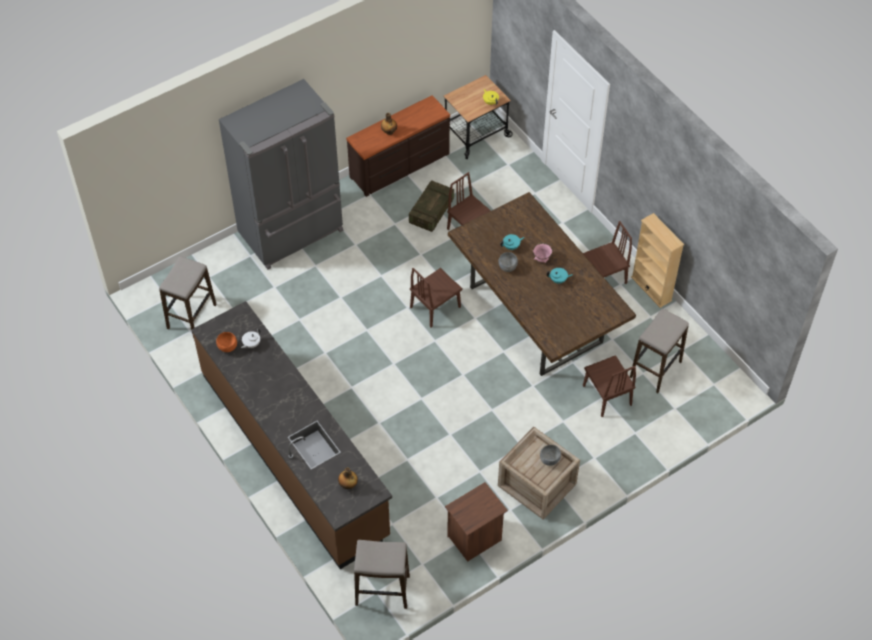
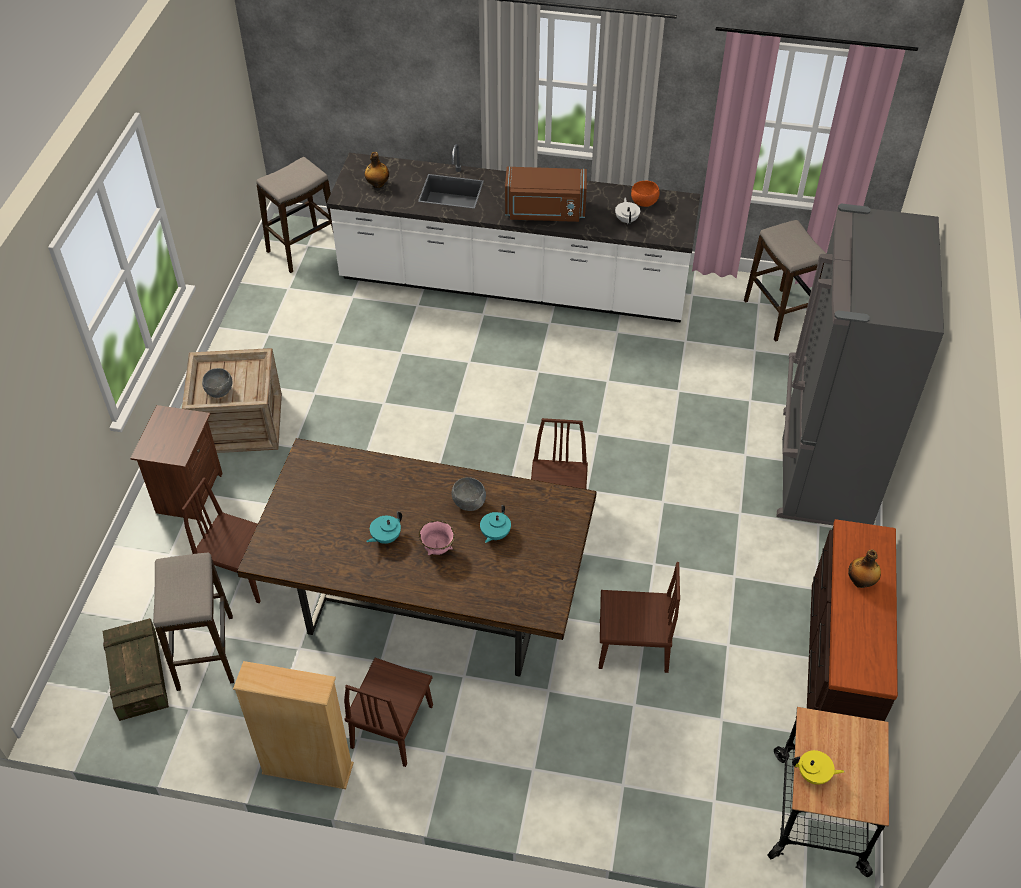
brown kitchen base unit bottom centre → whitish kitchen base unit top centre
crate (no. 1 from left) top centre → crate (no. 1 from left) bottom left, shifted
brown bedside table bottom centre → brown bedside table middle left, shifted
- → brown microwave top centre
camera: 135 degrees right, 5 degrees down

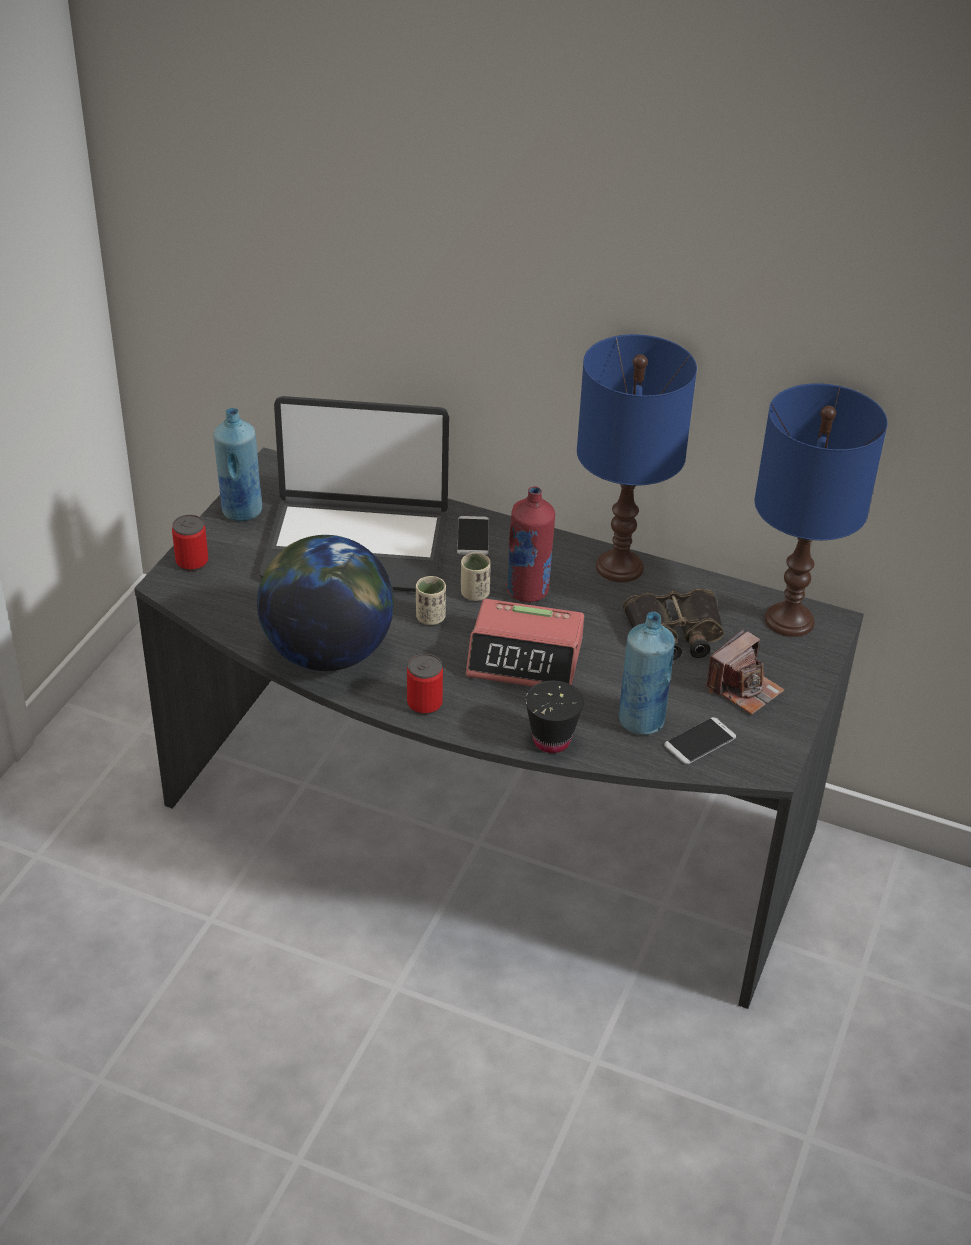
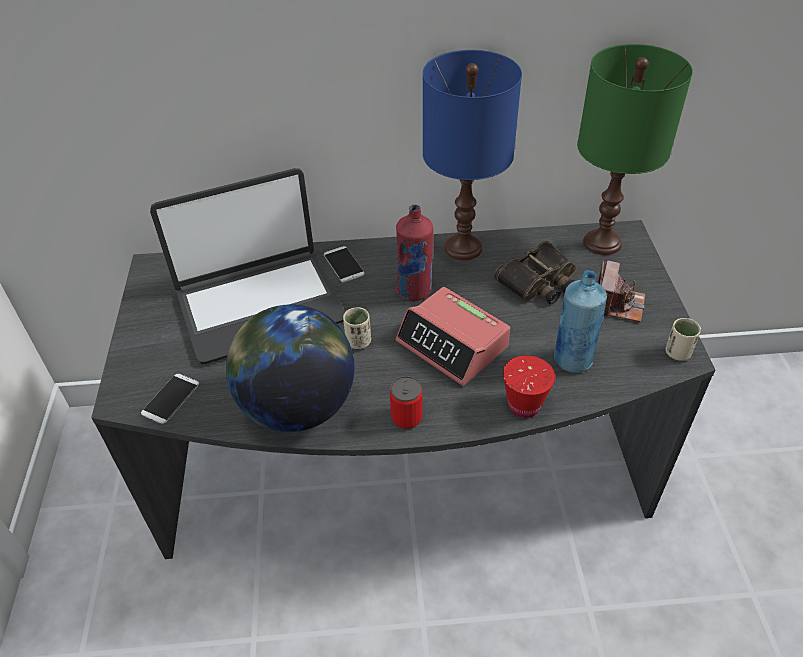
metal can (no. 1 from left) middle left → -
bluish beverage bottle (no. 1 from left) middle left → -
sand-coloured drinking cup (no. 2 from left) centre → sand-coloured drinking cup (no. 2 from left) middle right, shifted
alarm clock centre, 60 degrees clockwise
black drinking cup centre → reddish drinking cup centre
phone (no. 2 from left in the first image) middle right → phone (no. 1 from left) middle left, shifted
bluish lamp for a table (no. 2 from left) middle right → greenish lamp for a table top right
camera: 25 degrees left, 5 degrees up

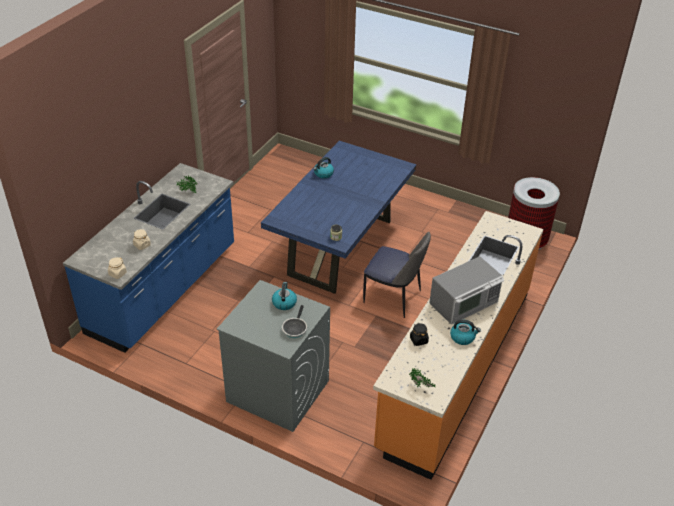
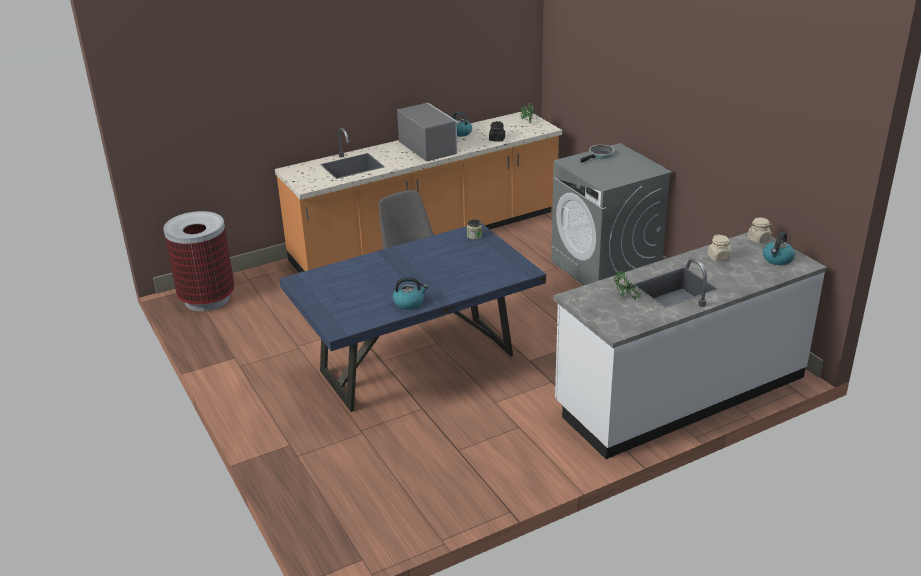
bluish kitchen base unit middle left → whitish kitchen base unit middle right
tea kettle (no. 1 from left in the first image) centre → tea kettle (no. 3 from left) middle right, shifted
microwave middle right → microwave top centre, 60 degrees clockwise
camera: 145 degrees left, 10 degrees down

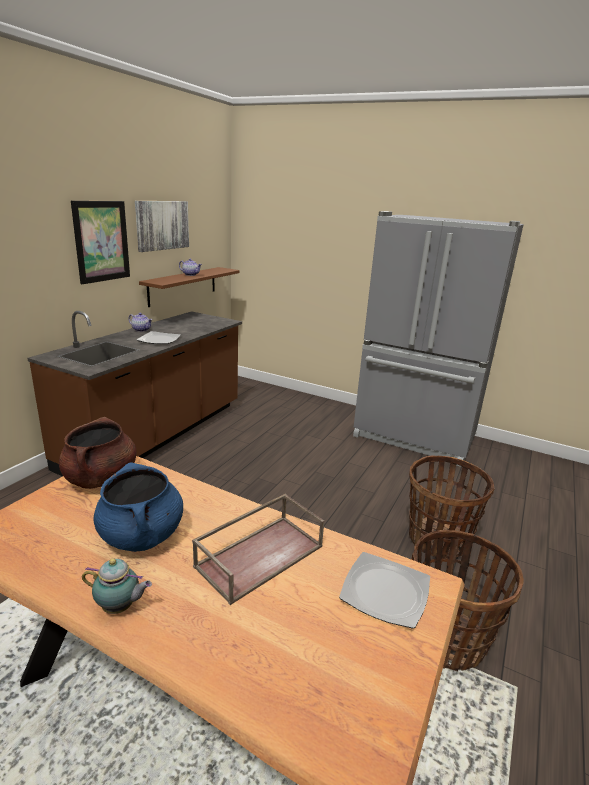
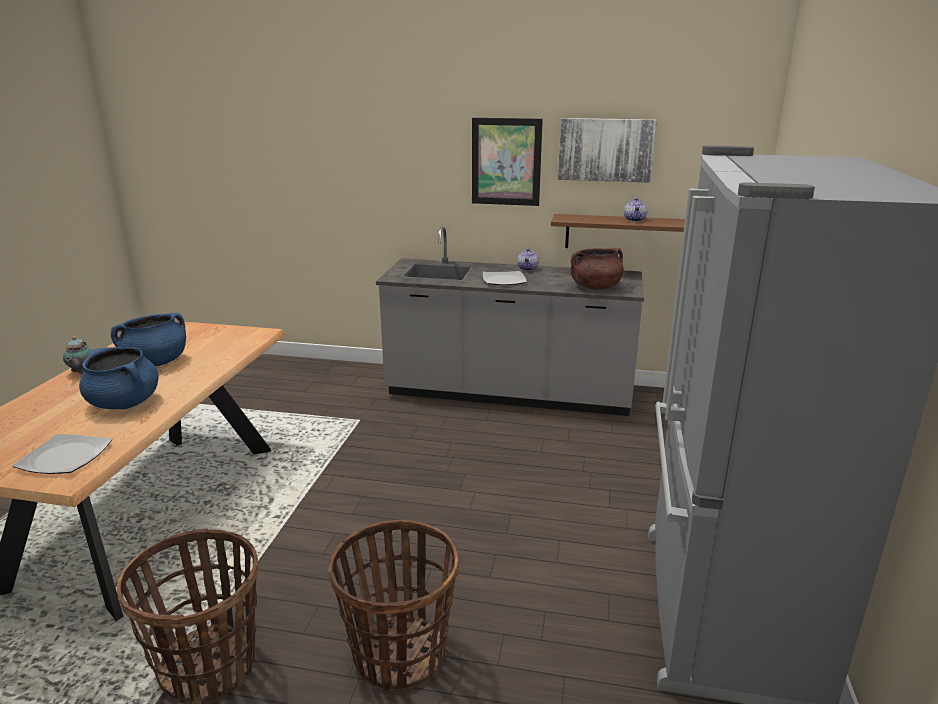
brown kitchen base unit middle left → grey kitchen base unit centre
brown saucepot middle left → brown saucepot centre, shifted
brown carrying tray bottom centre → bluish saucepot (no. 1 from left) middle left
camera: 75 degrees right, 0 degrees up

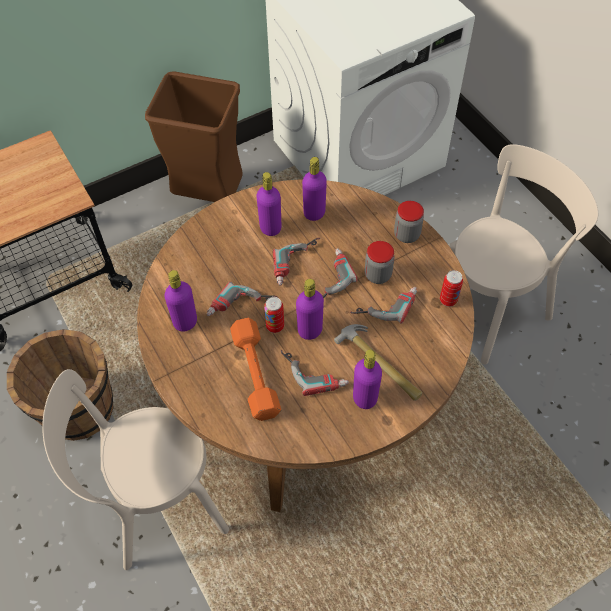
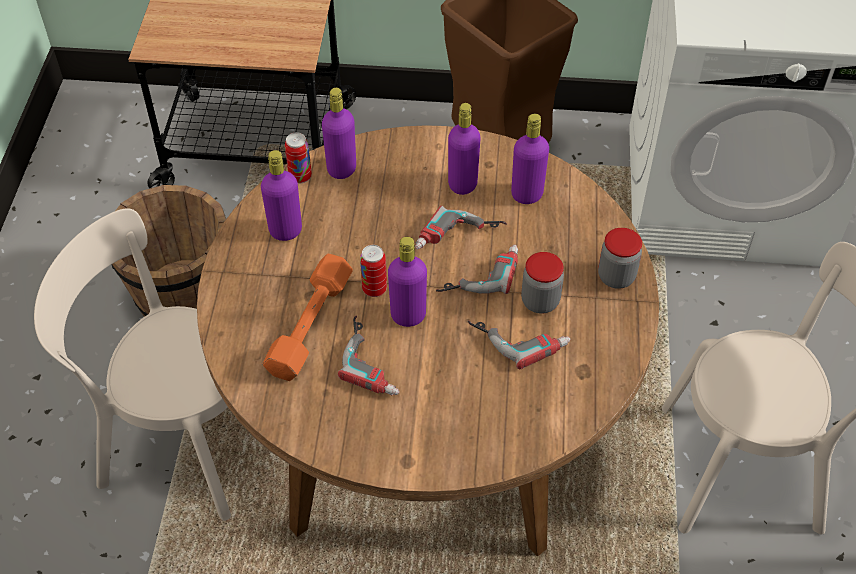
drill (no. 1 from left) centre → -
tool hammer centre → -
purple beverage bottle (no. 5 from left in the first image) centre → purple beverage bottle (no. 2 from left) top centre, shifted
metal can (no. 2 from left in the first image) middle right → metal can (no. 1 from left) top centre, shifted
camera: 35 degrees right, 5 degrees down

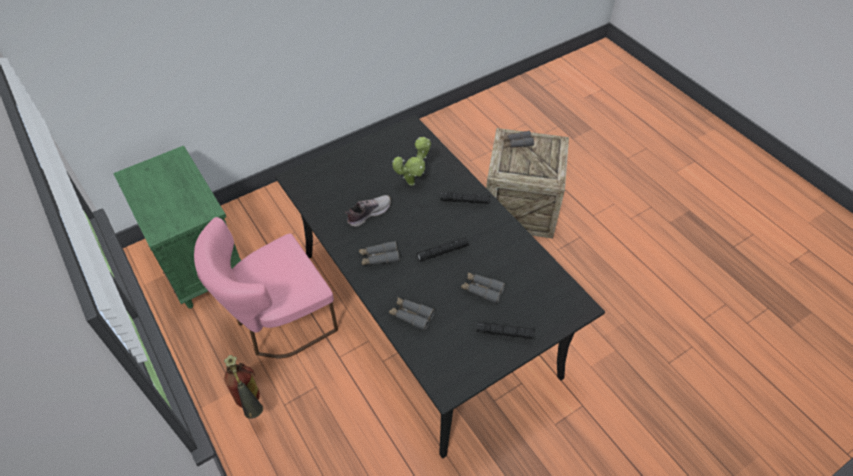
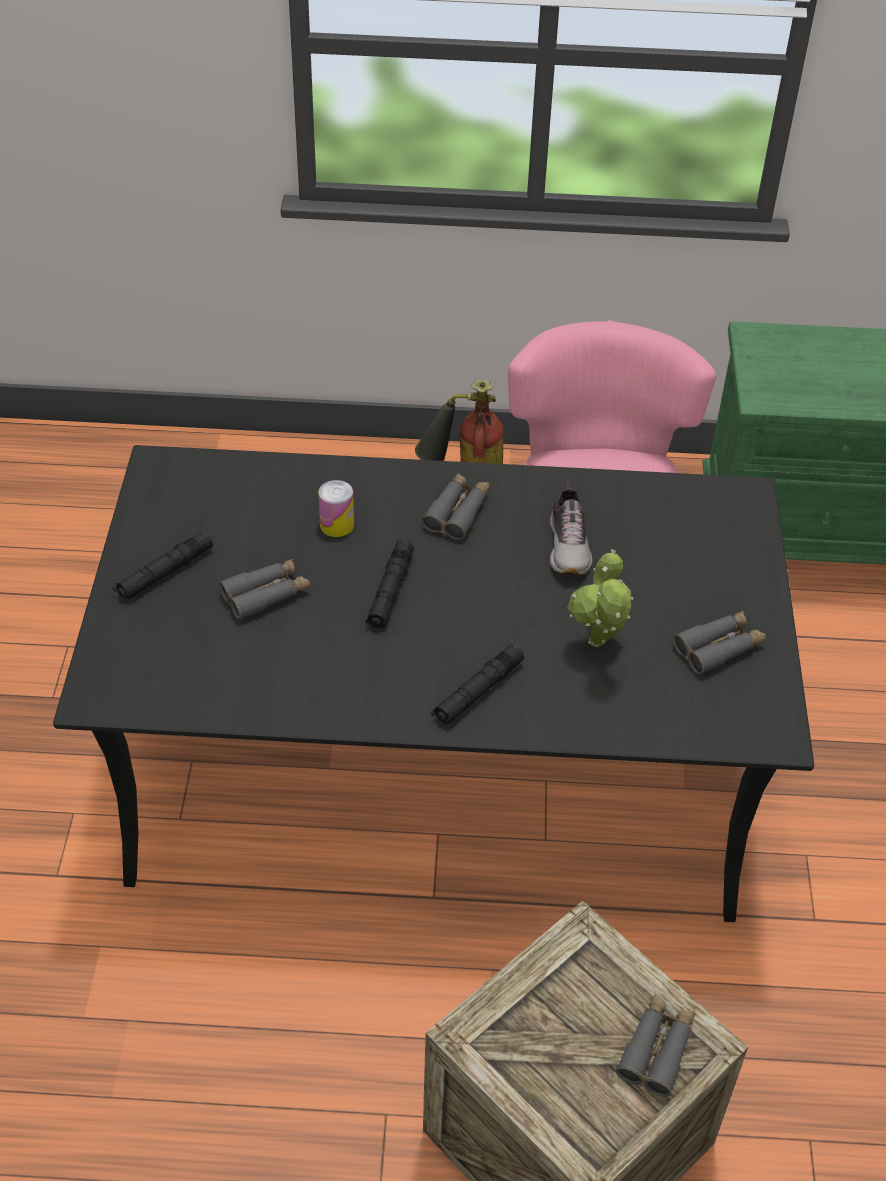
grey binoculars (no. 2 from left in the first image) centre → grey binoculars (no. 4 from left) middle right, shifted
- → metal can centre
camera: 125 degrees right, 5 degrees down

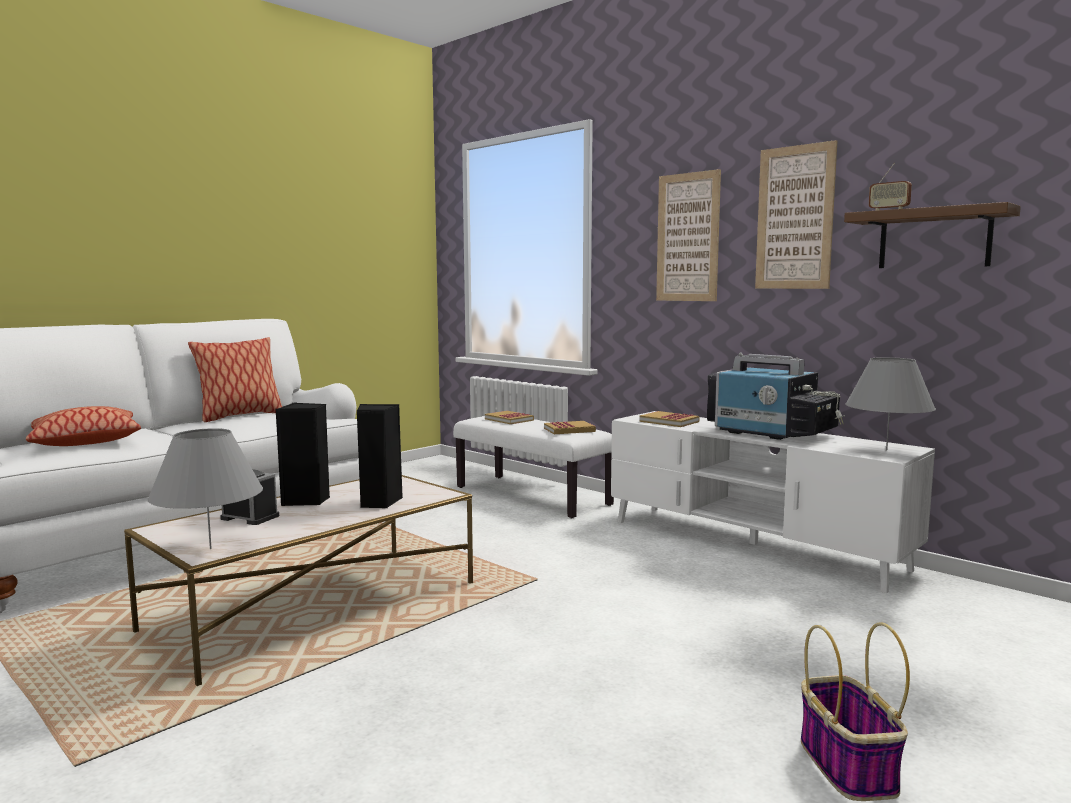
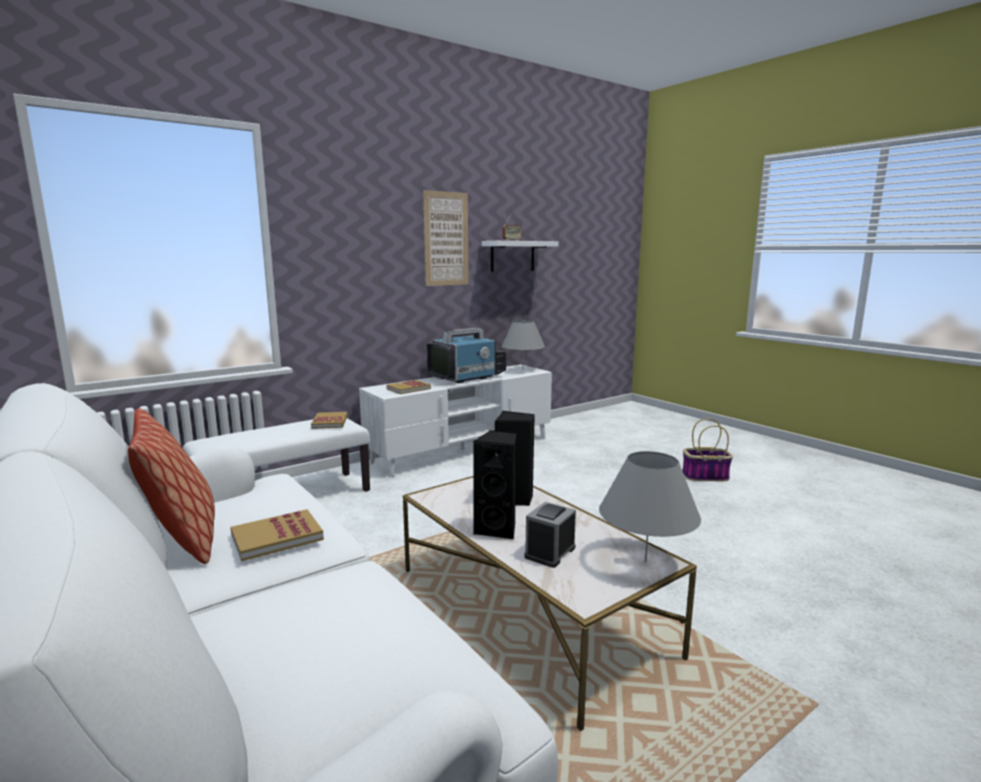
pillow (no. 1 from left) middle left → -
bound book (no. 1 from left) centre → bound book (no. 1 from left) bottom left, shifted
picture (no. 1 from left) top centre → -
brown bracket shelf top right → whitish bracket shelf top centre
camera: 80 degrees left, 5 degrees up

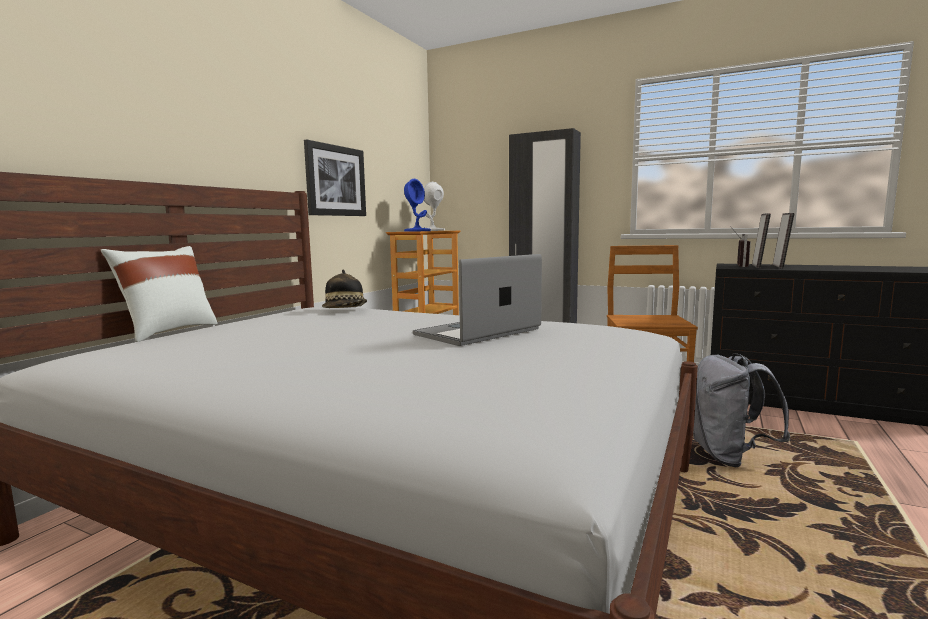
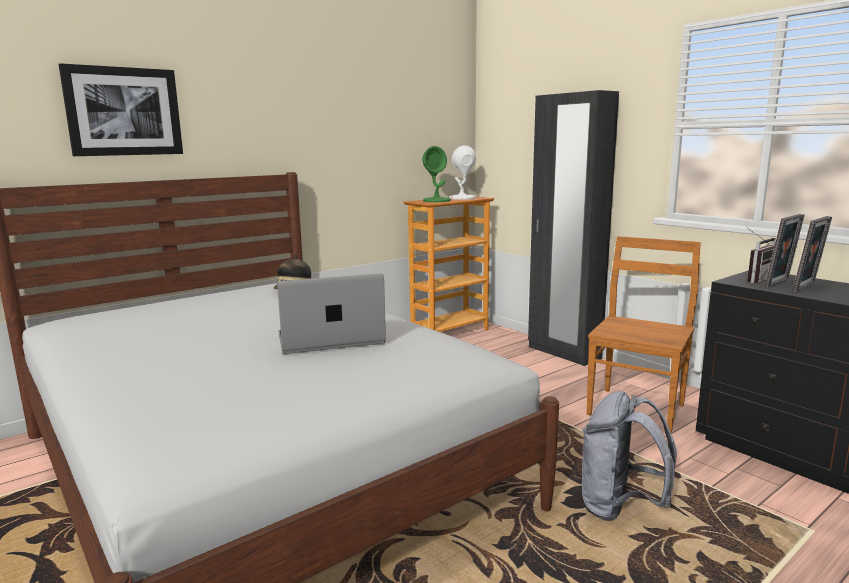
whitish pillow middle left → -
picture top centre → picture top left, shifted
bluish lamp for a table top centre → greenish lamp for a table top centre
camera: 25 degrees right, 5 degrees up

